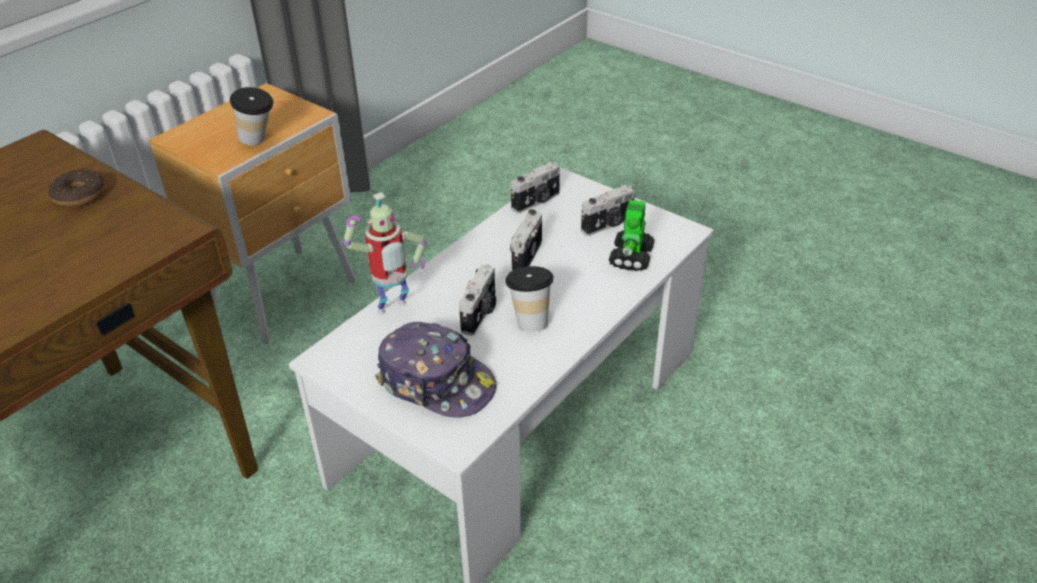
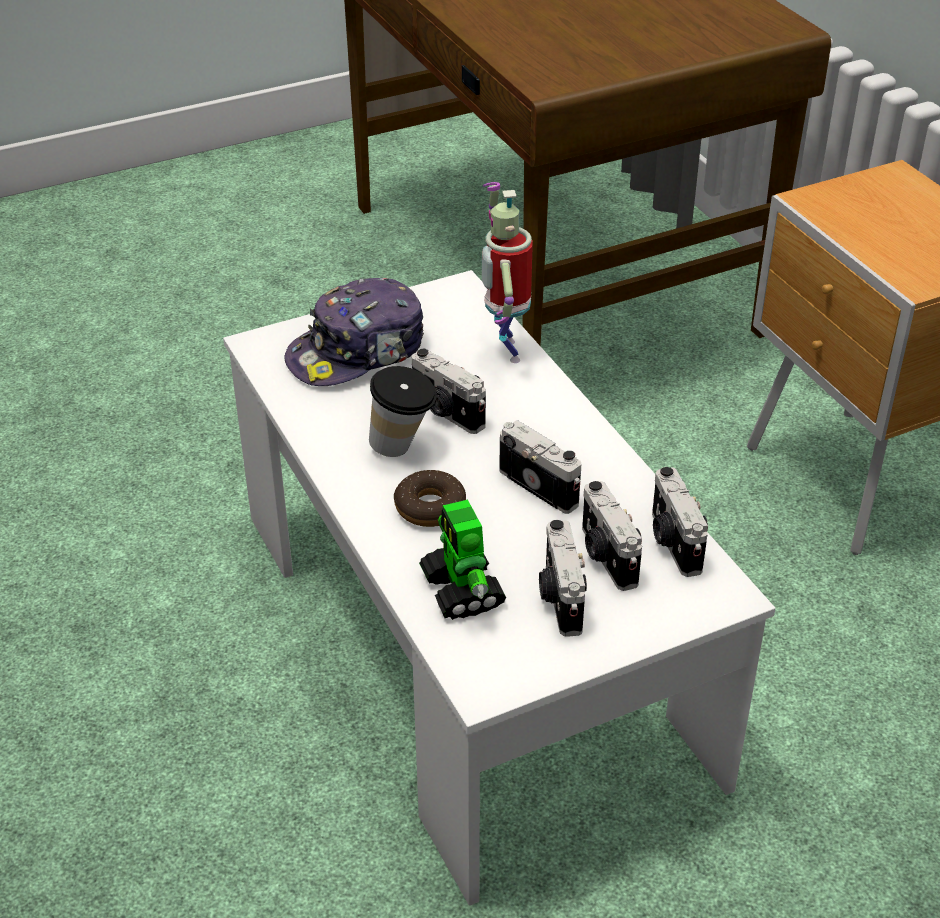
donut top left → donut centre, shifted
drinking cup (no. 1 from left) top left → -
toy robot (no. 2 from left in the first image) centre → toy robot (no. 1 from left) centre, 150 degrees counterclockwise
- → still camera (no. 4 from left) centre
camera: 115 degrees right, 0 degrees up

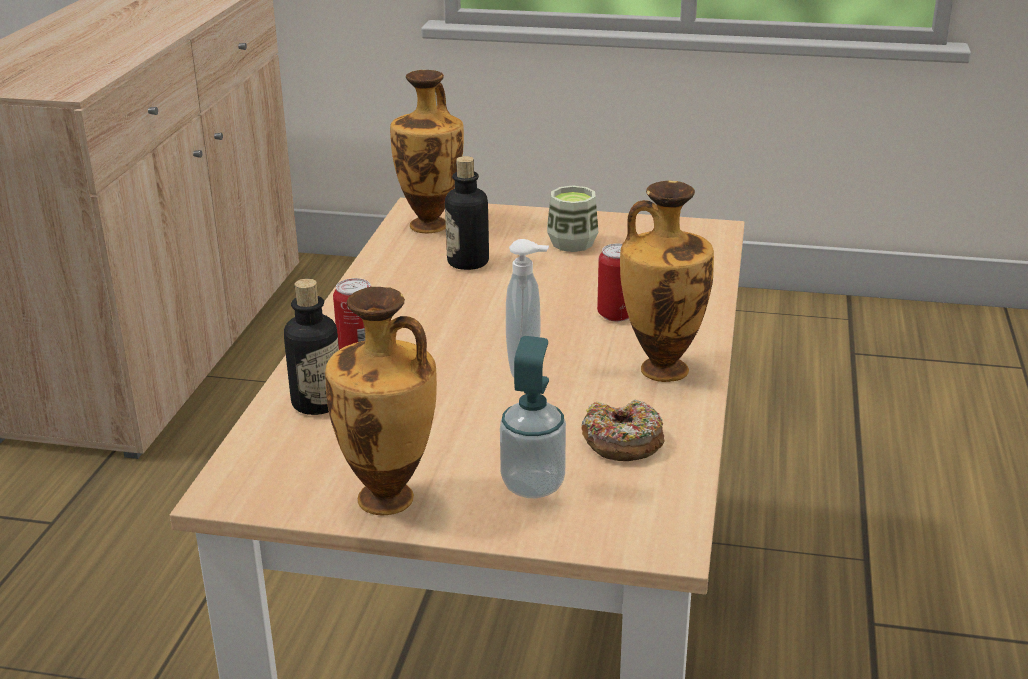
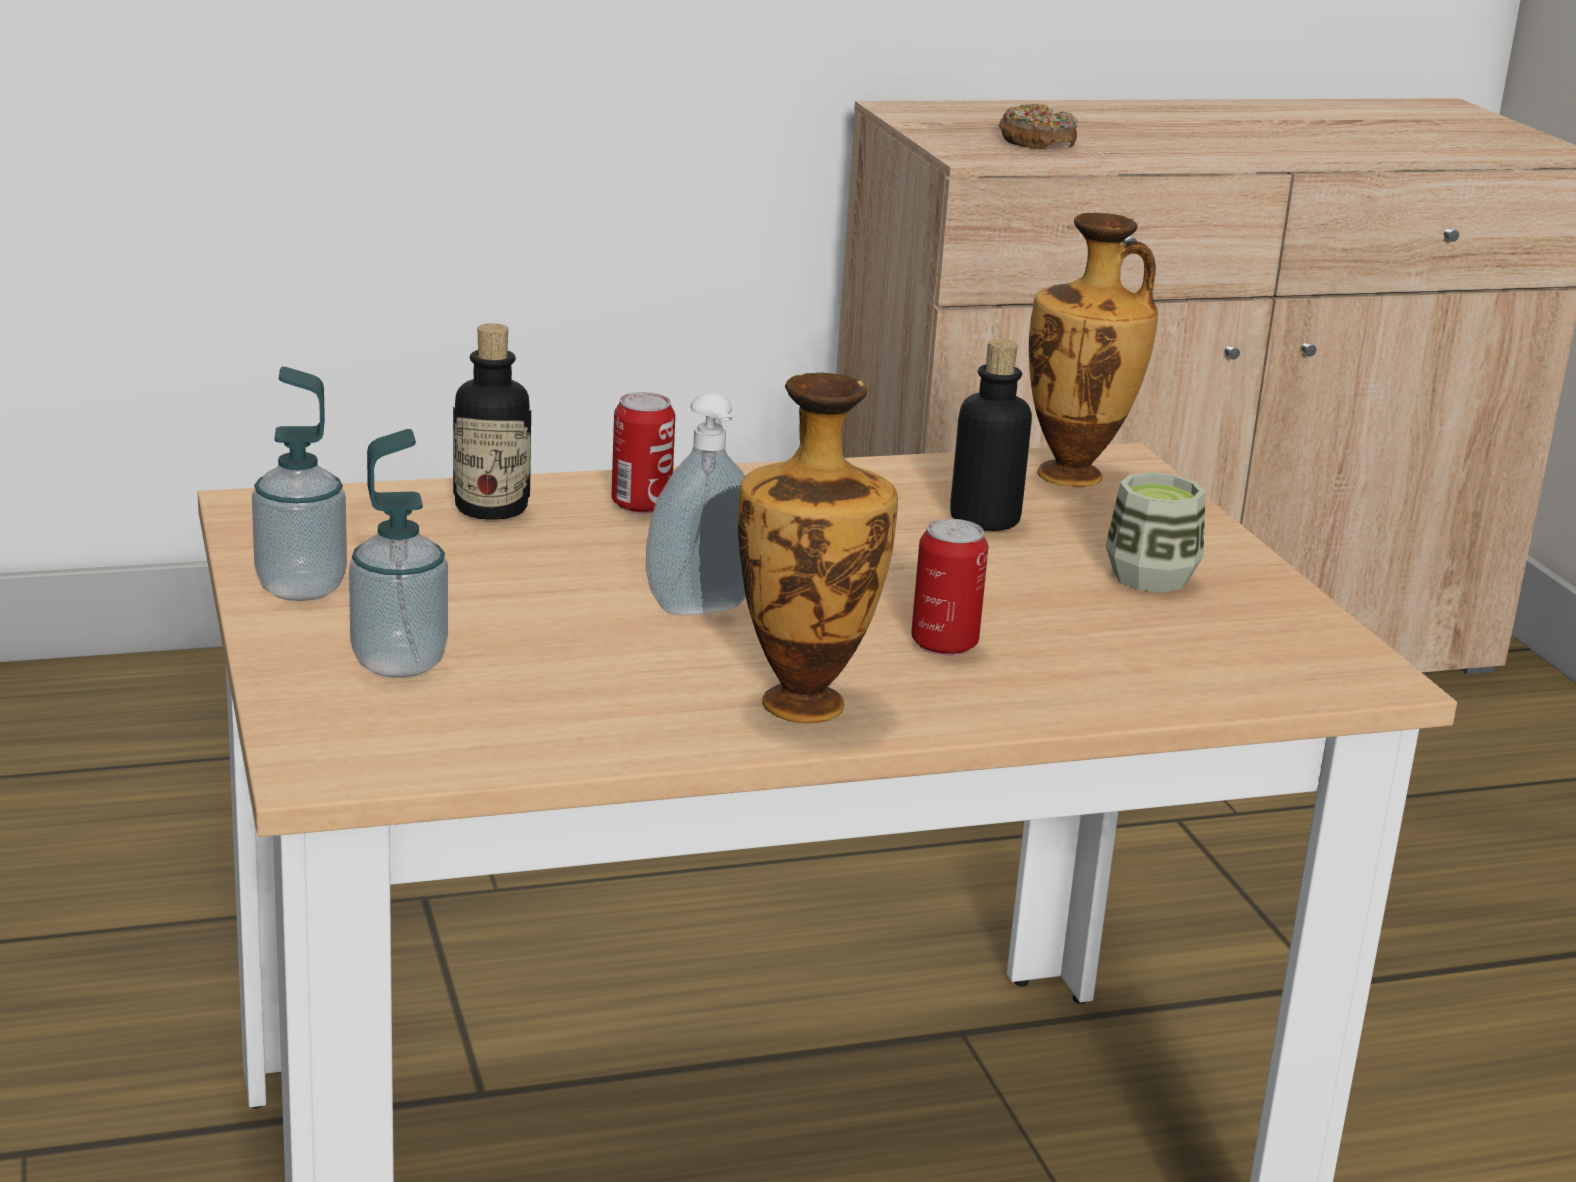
decorative vase (no. 1 from left) centre → soap dispenser (no. 1 from left) middle left
donut centre → donut top centre, shifted
camera: 60 degrees right, 5 degrees down

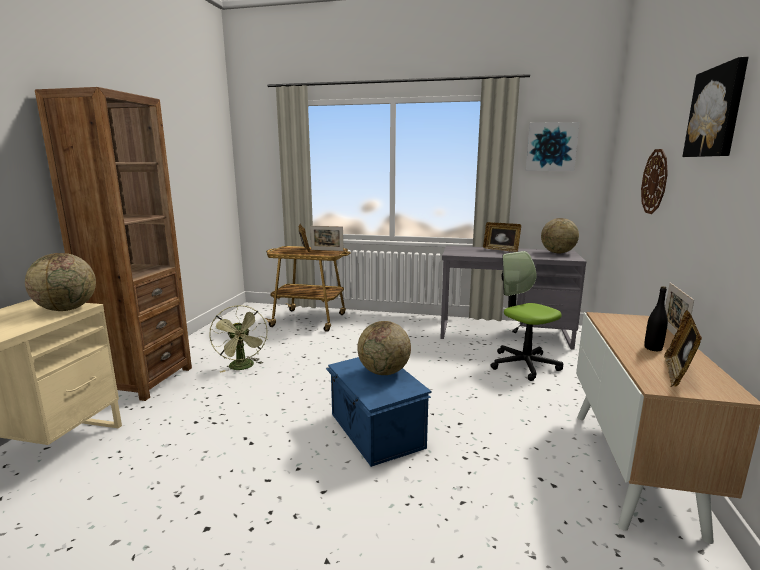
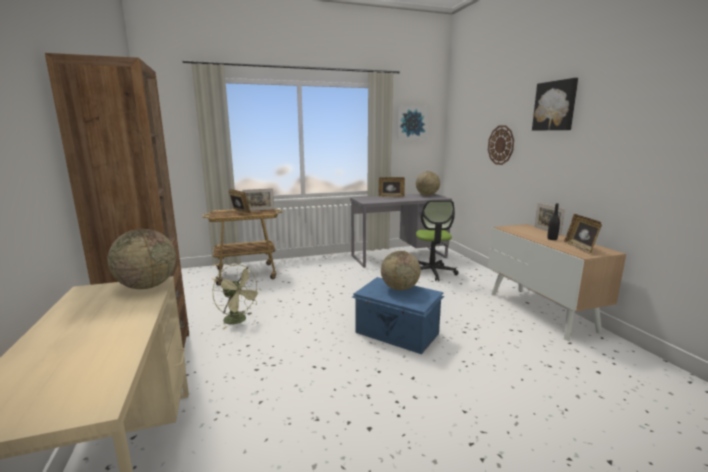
computer chair middle right → computer chair centre, 120 degrees counterclockwise
camera: 30 degrees left, 0 degrees up

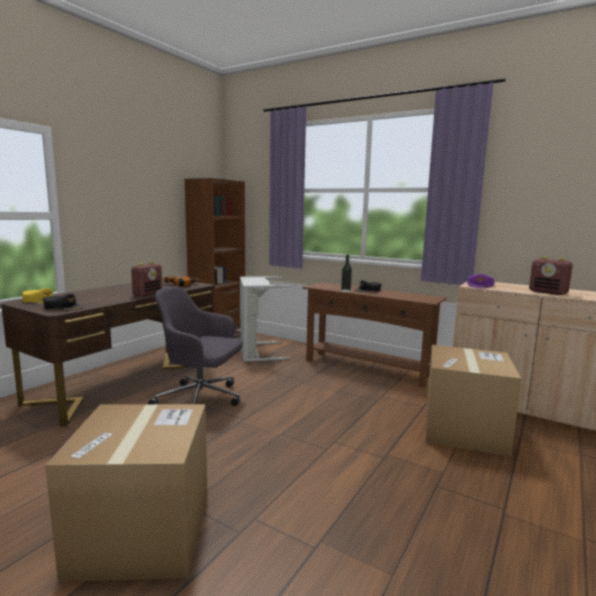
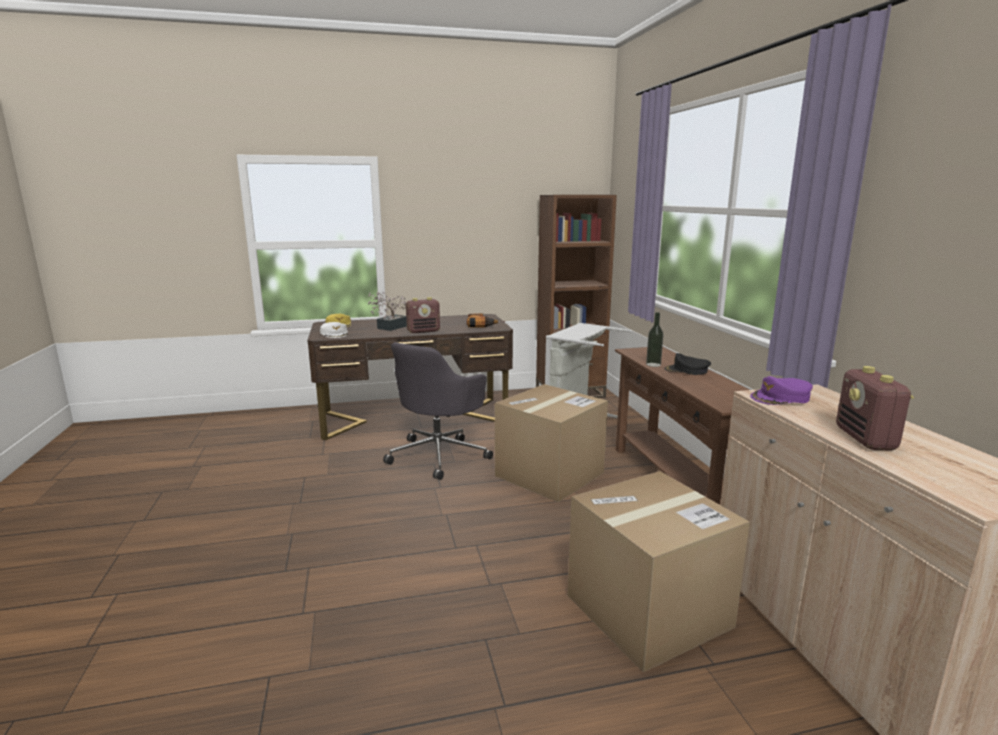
black peaked cap (no. 1 from left) middle left → whitish peaked cap centre
cardboard box (no. 1 from left) bottom left → cardboard box (no. 1 from left) centre, shifted
grey computer chair middle left → grey computer chair centre, 120 degrees counterclockwise
- → potted plant centre
camera: 45 degrees right, 5 degrees up

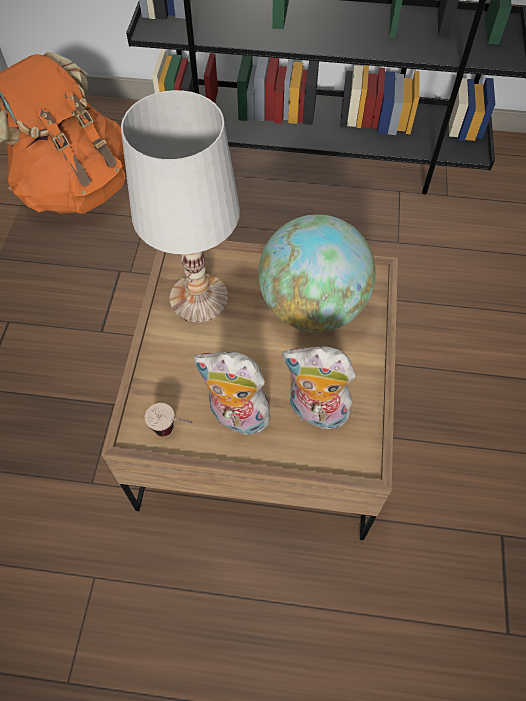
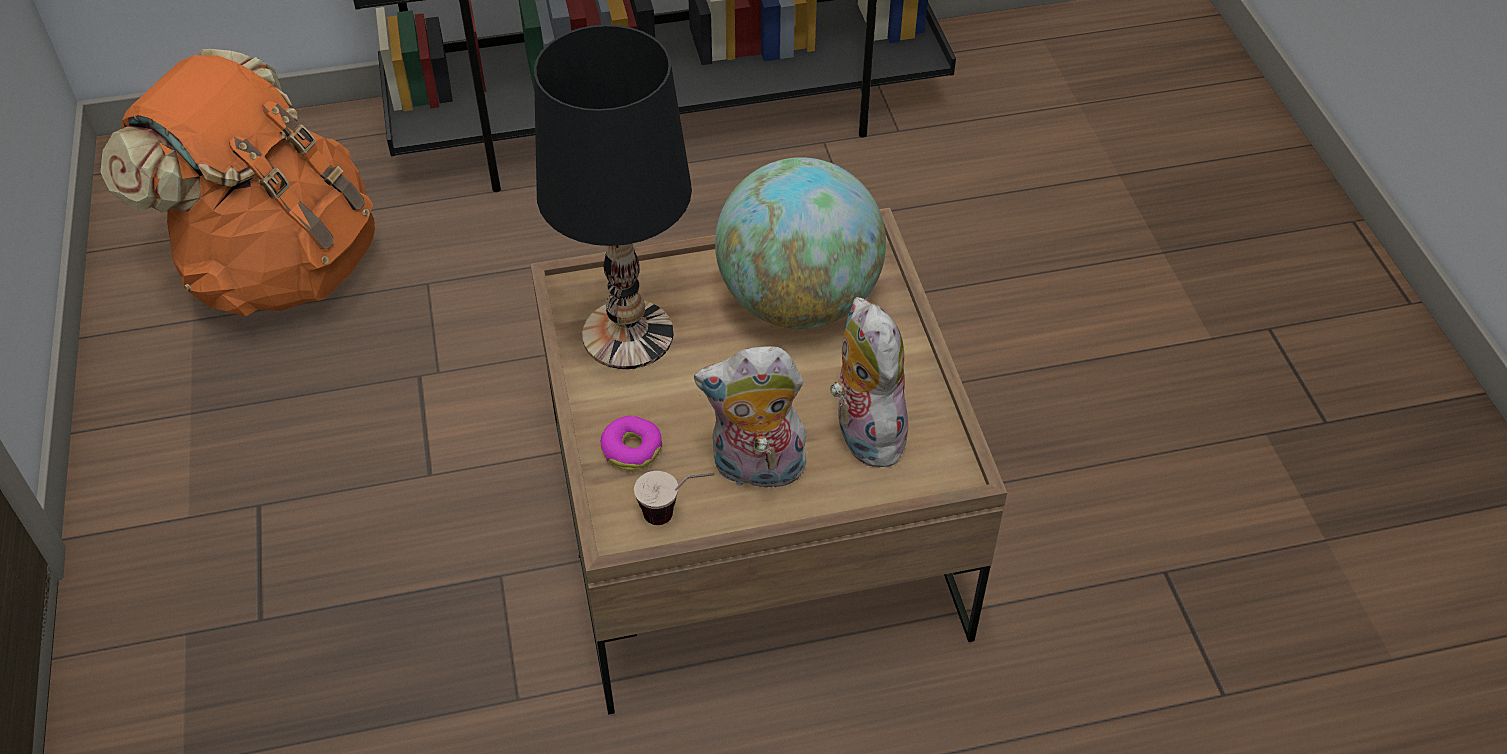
whitish lamp for a table top centre → black lamp for a table top centre
soft toy (no. 2 from left) centre, 75 degrees clockwise
- → donut centre
camera: 20 degrees left, 10 degrees down

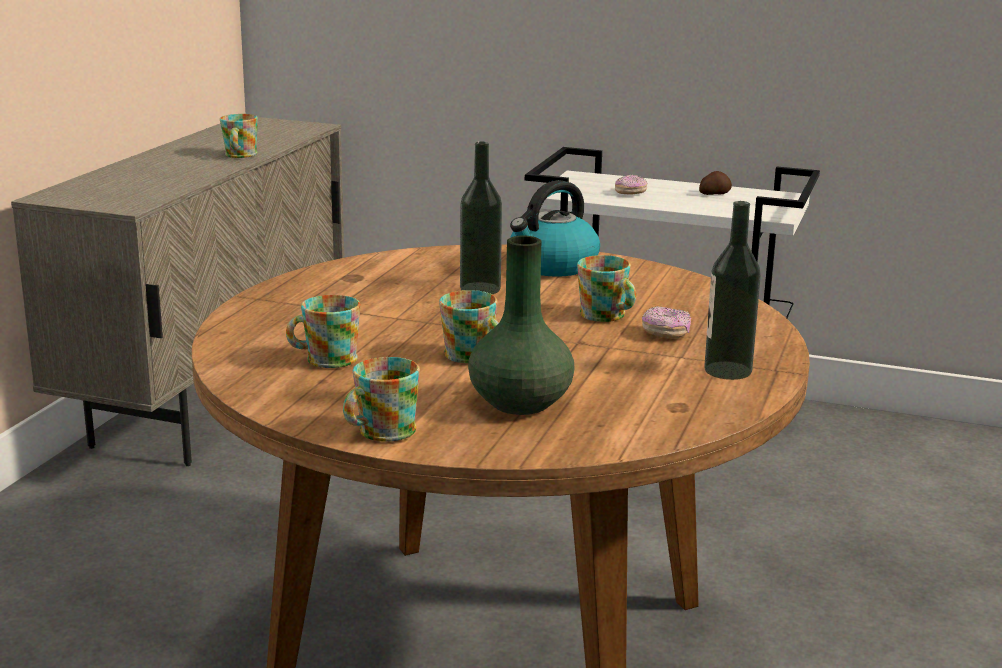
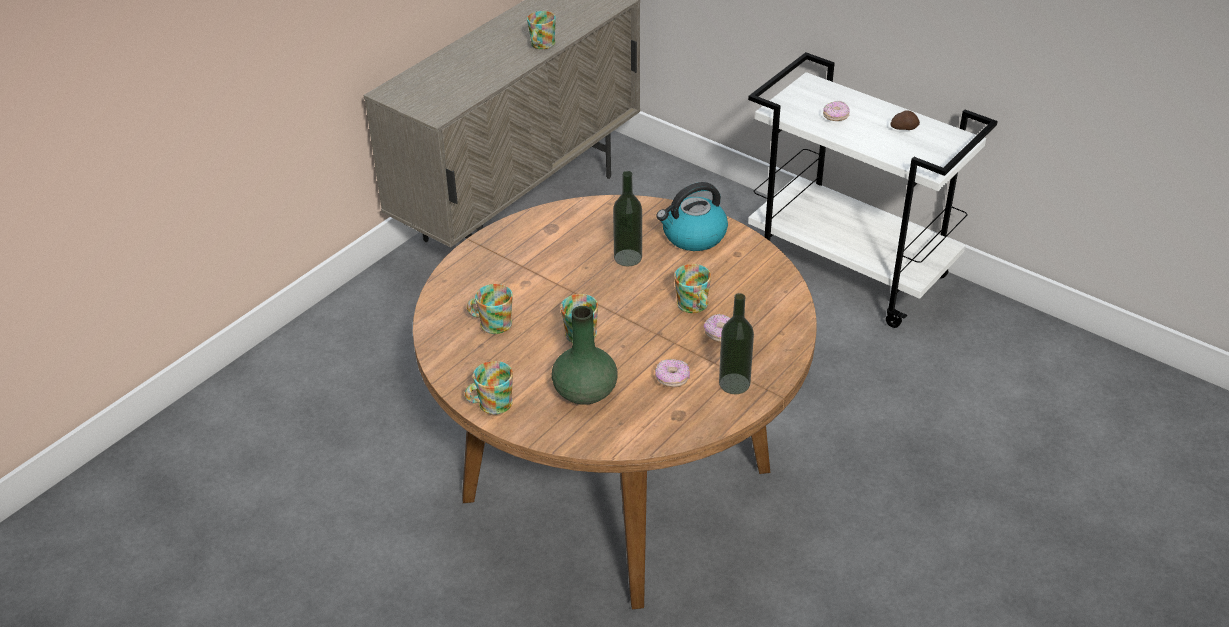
- → donut (no. 1 from left) centre
camera: 20 degrees right, 20 degrees up

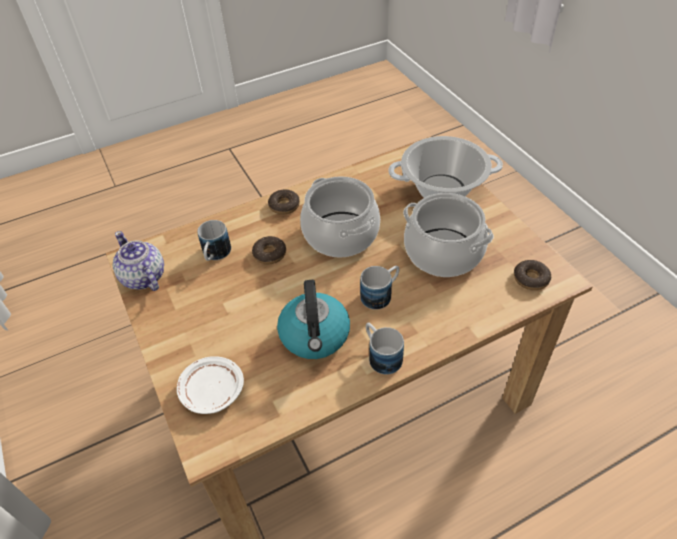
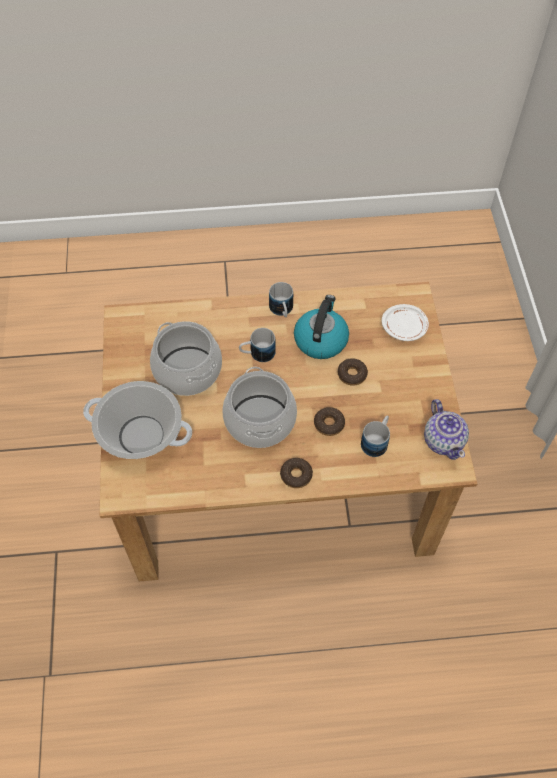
donut (no. 3 from left) middle right → donut (no. 3 from left) centre, shifted
camera: 160 degrees left, 10 degrees up

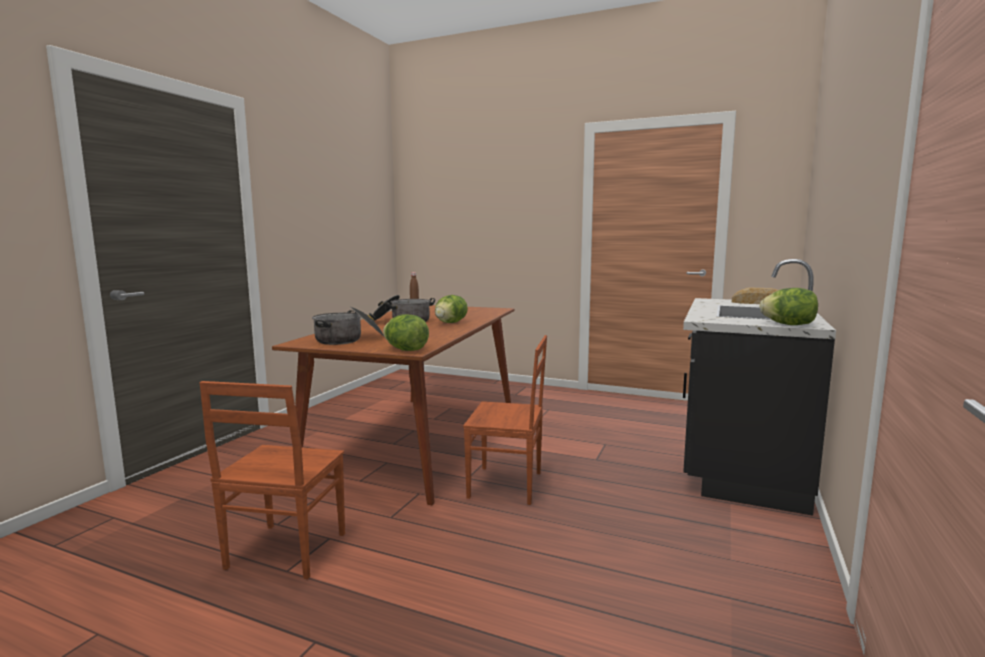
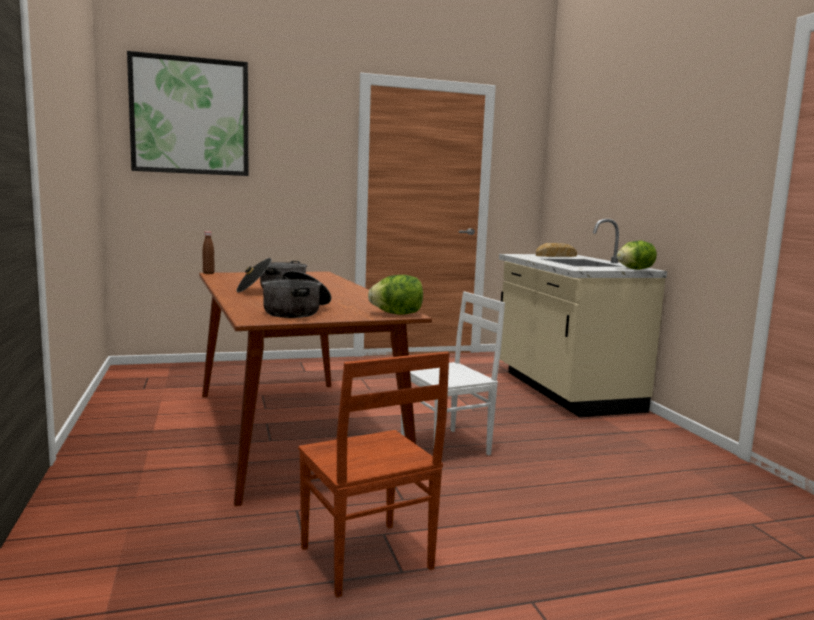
lettuce head (no. 2 from left) centre → -
brown plain chair (no. 2 from left) centre → whitish plain chair centre
black kitchen base unit middle right → sand-coloured kitchen base unit middle right
- → picture top left
camera: 40 degrees left, 0 degrees up

